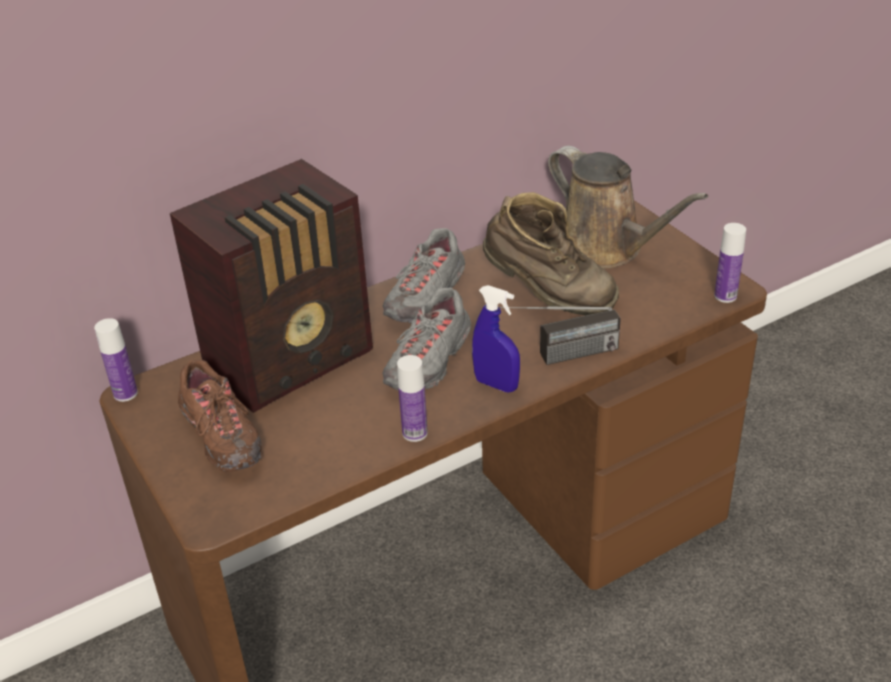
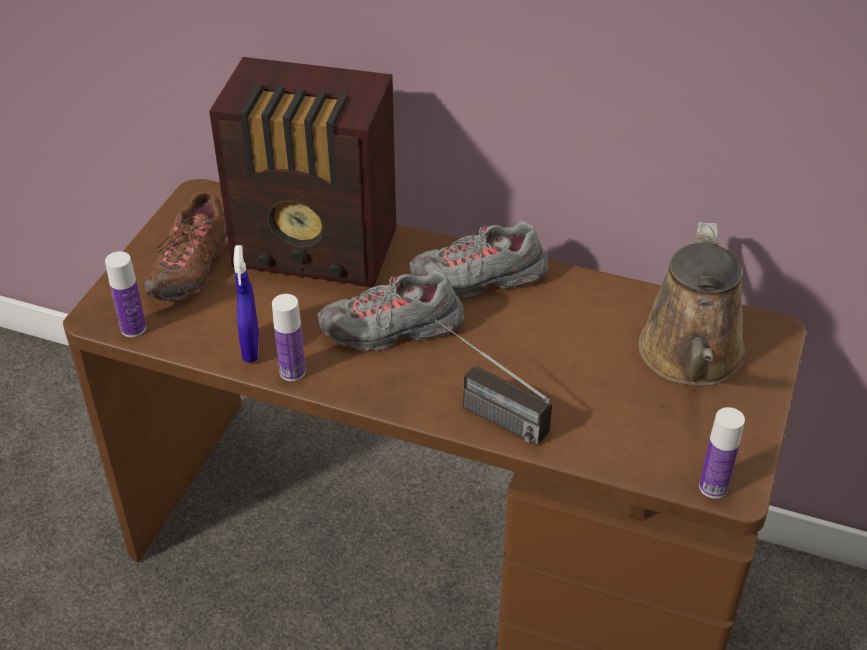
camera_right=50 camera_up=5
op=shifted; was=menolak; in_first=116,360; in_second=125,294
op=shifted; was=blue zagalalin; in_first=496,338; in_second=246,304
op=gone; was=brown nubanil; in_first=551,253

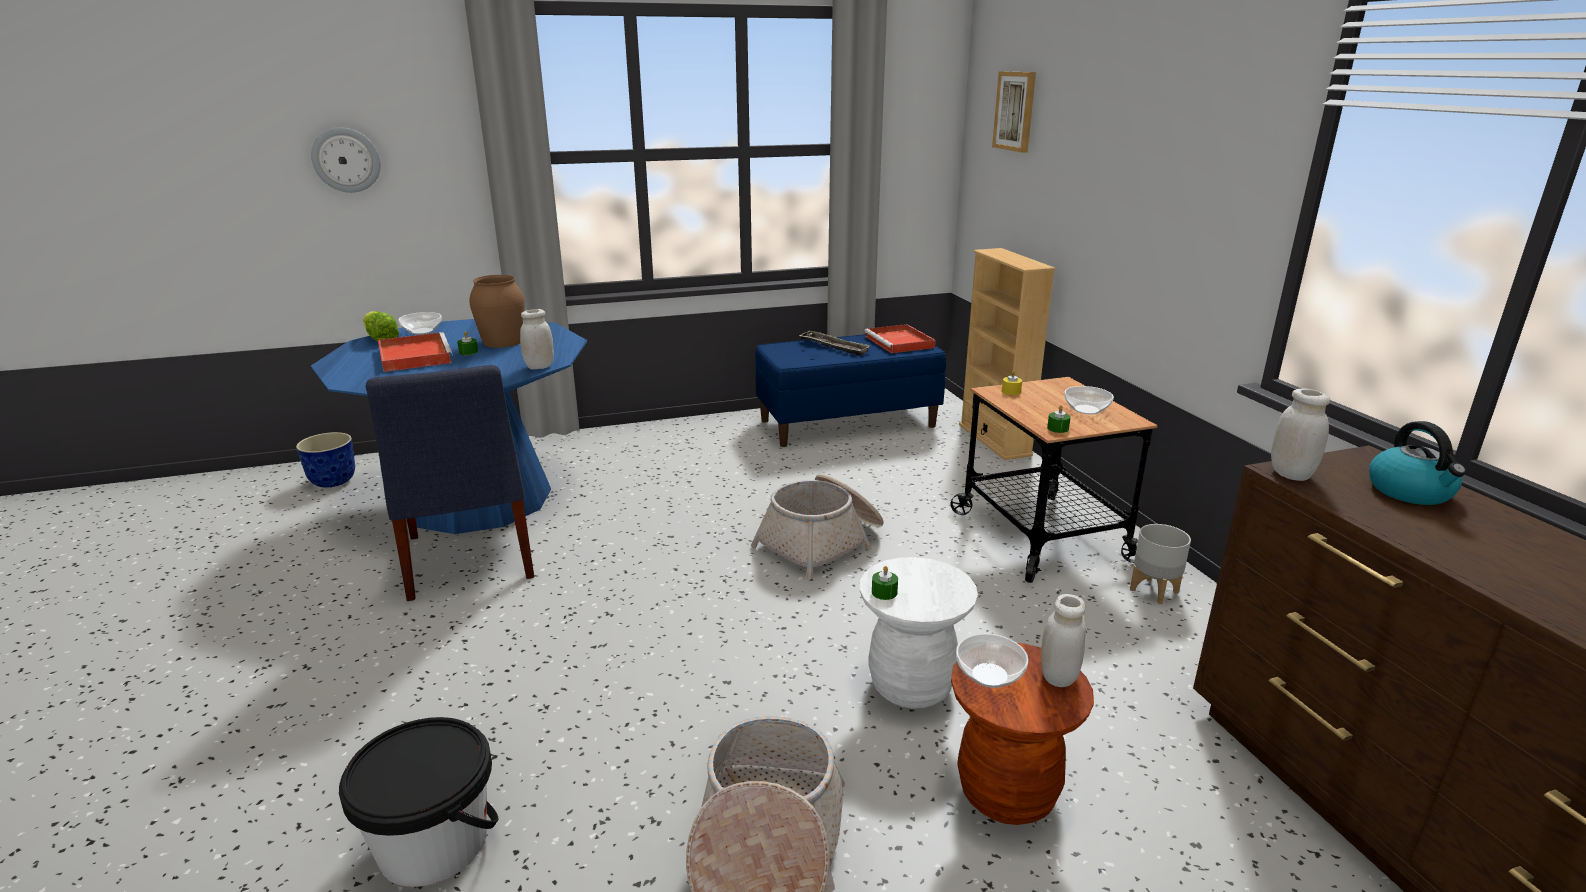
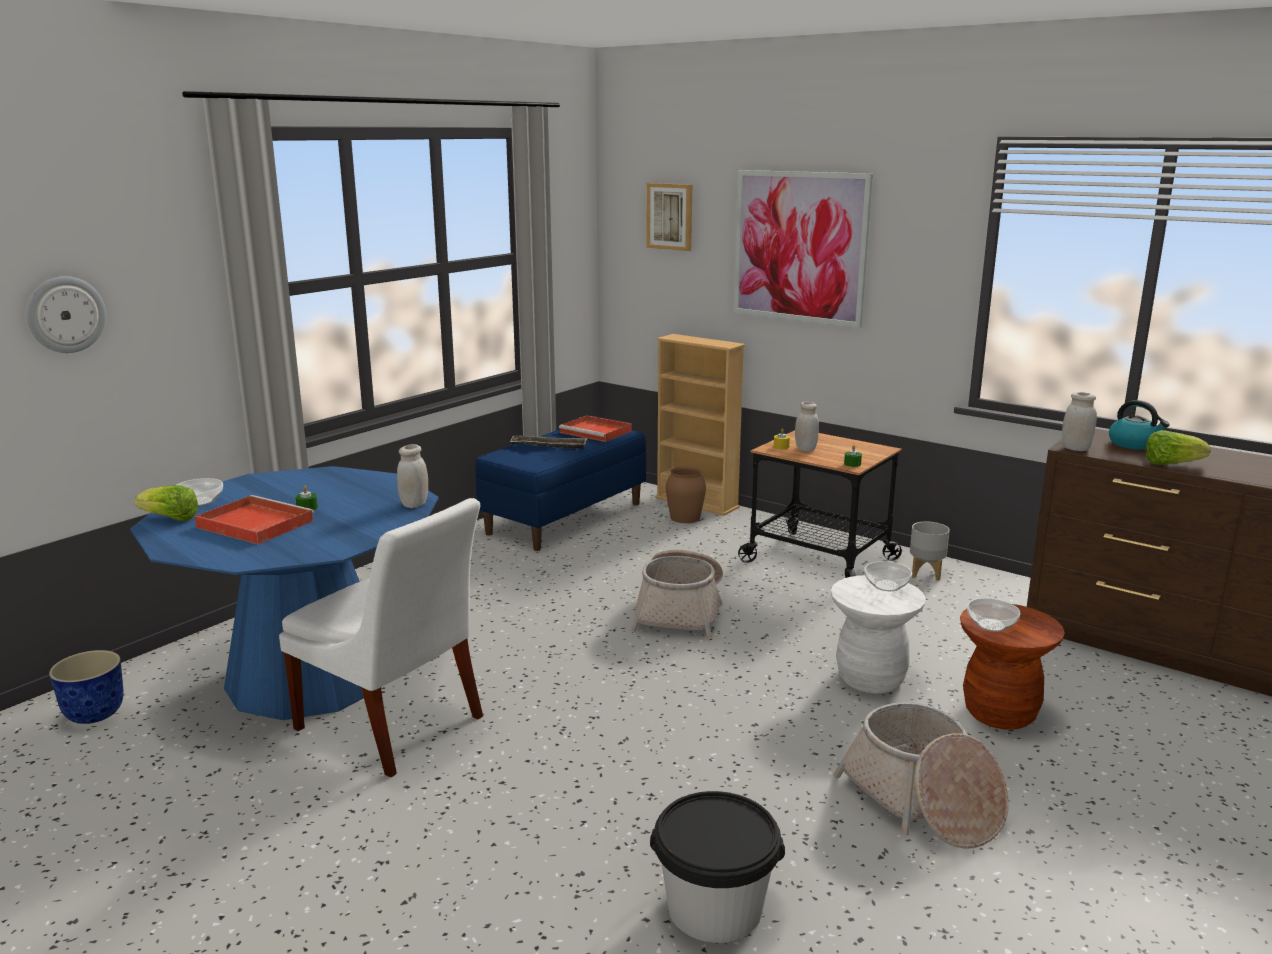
camera_right=-35 camera_up=-5
op=repainted; was=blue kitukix; now=white kitukix; in_first=450,483; in_second=381,637
op=shifted; was=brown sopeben; in_first=497,311; in_second=686,494
op=gone; was=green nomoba; in_first=885,583
op=shifted; was=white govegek; in_first=1063,640; in_second=807,426
op=shifted; was=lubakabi; in_first=1089,400; in_second=888,576
op=new; now=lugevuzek; in_second=803,249
op=new; now=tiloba; in_second=1178,447

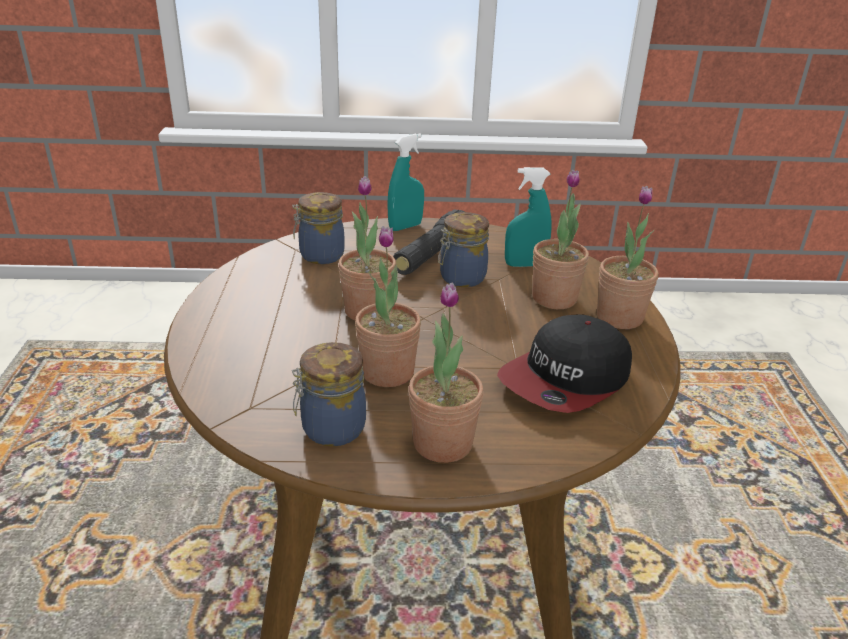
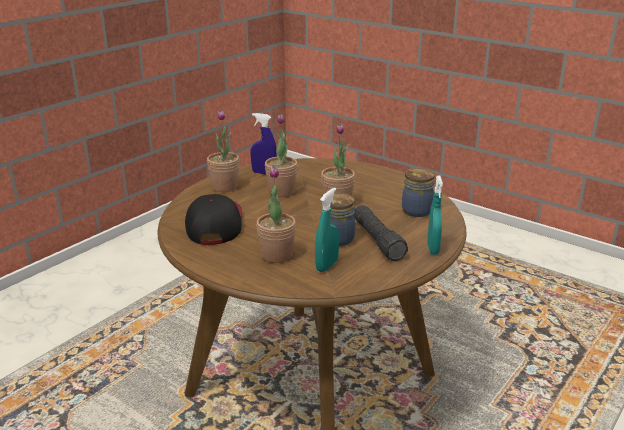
camera_right=130 camera_up=-5
op=swapped; was=govegek; now=blue zagalalin; in_first=329,394; in_second=263,144
op=gone; was=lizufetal; in_first=628,257

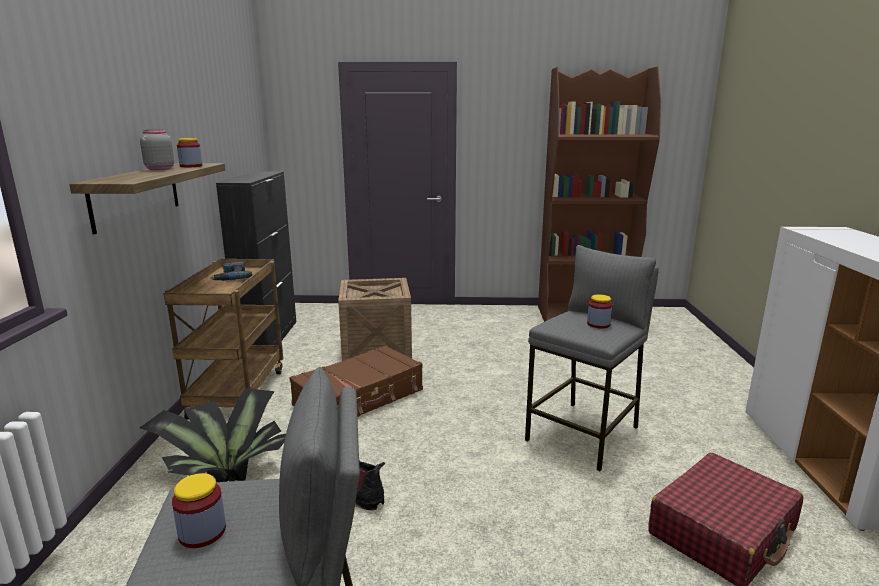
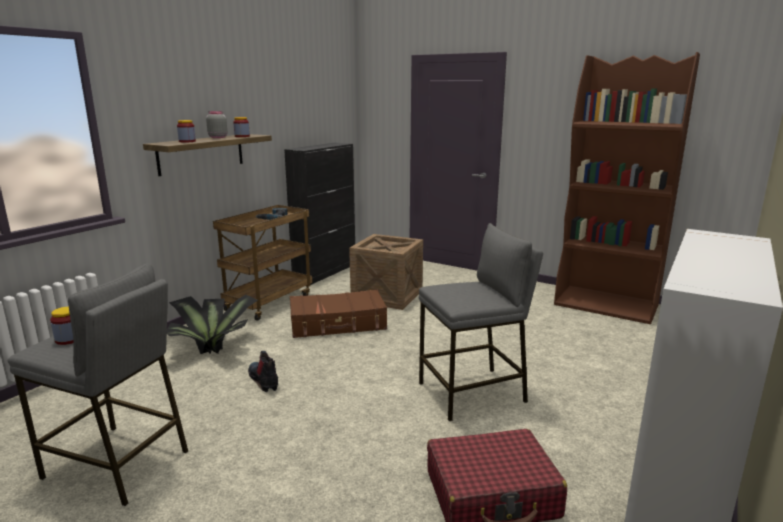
camera_right=30 camera_up=0
op=shifted; was=govegek; in_first=599,311; in_second=186,131

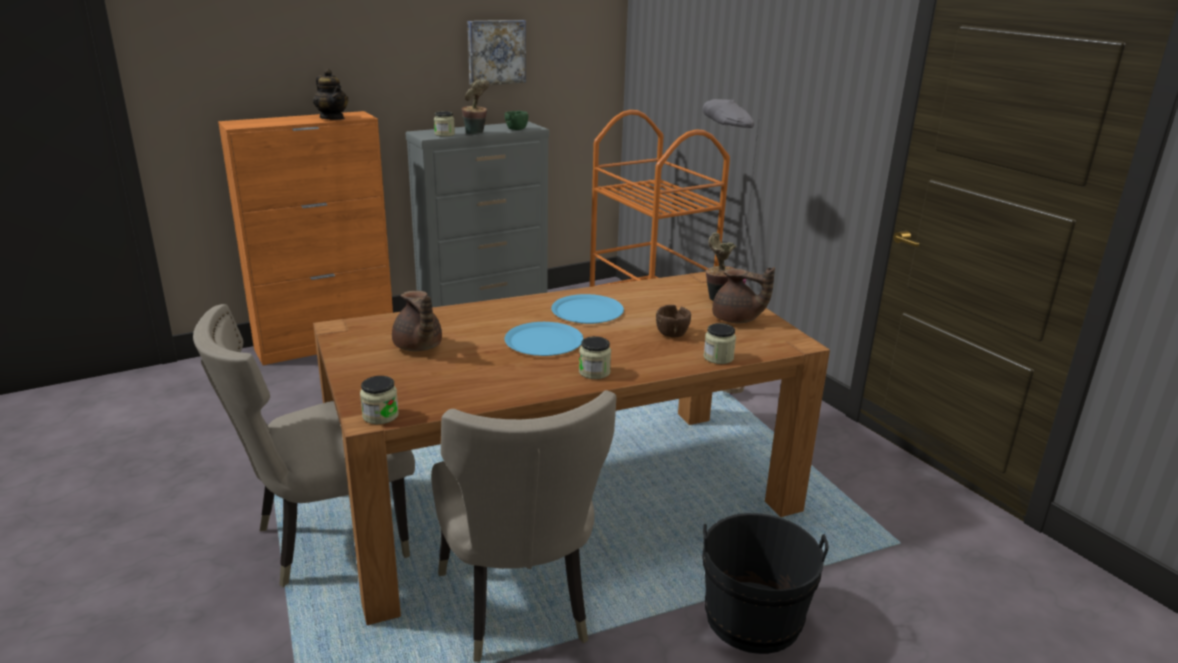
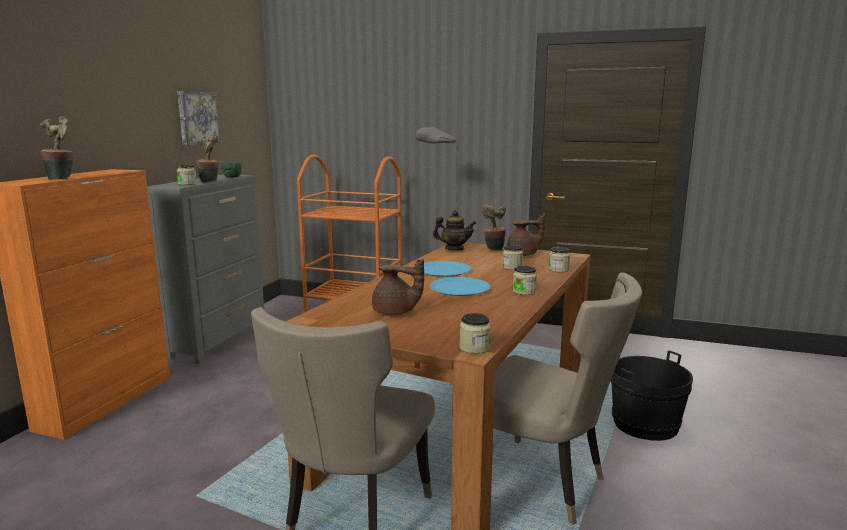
camera_right=-40 camera_up=-10
op=shifted; was=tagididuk; in_first=331,94; in_second=454,230
op=swapped; was=brown lubakabi; now=govegek; in_first=673,321; in_second=512,257
op=new; now=lizufetal; in_second=56,148

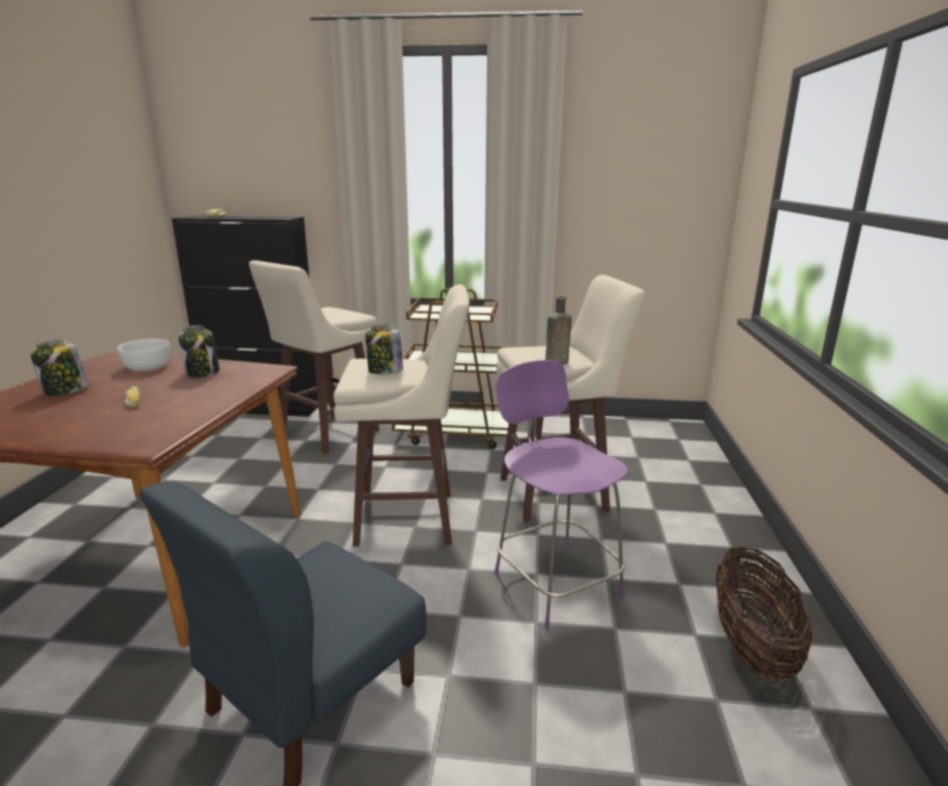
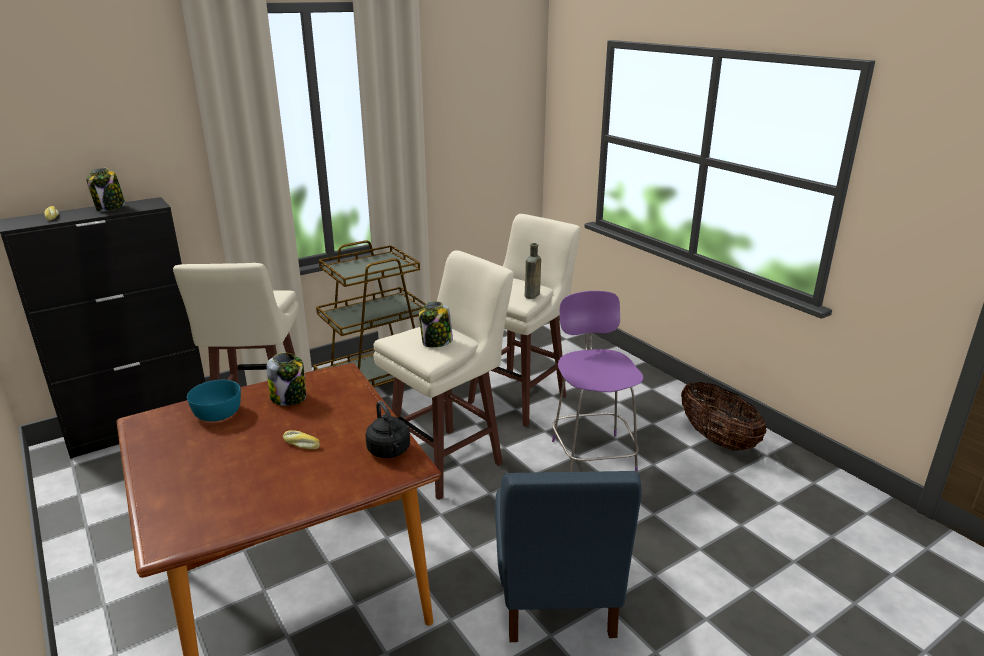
camera_right=-40 camera_up=5
op=shifted; was=govegek; in_first=59,368; in_second=106,190
op=repainted; was=white lubakabi; now=turquoise lubakabi; in_first=143,355; in_second=214,401
op=rotated; was=purple kitukix; in_first=561,494; in_second=597,381; clockwise=60
op=new; now=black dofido; in_second=387,429

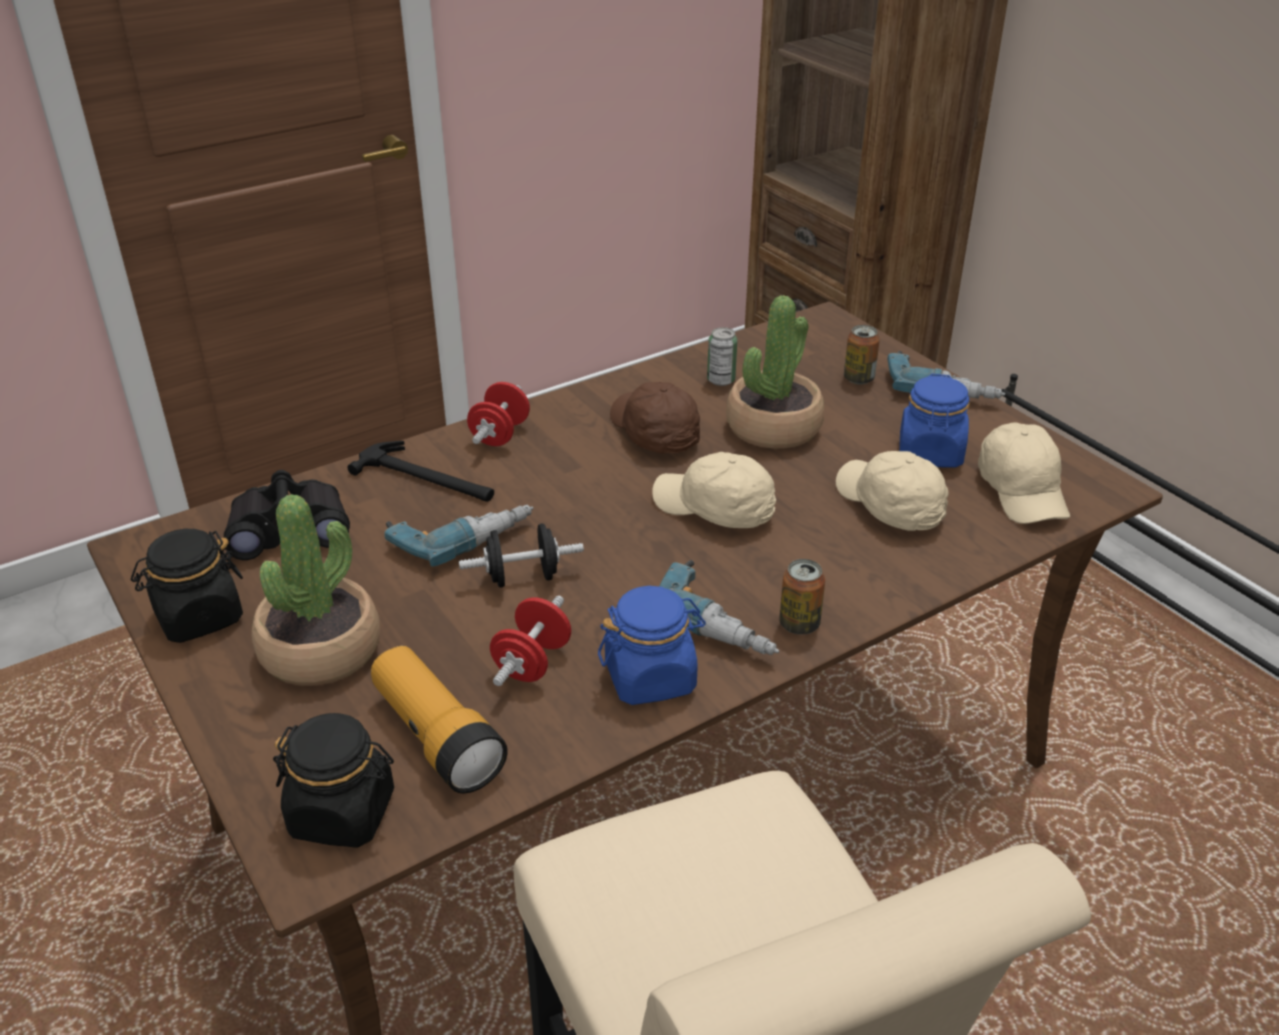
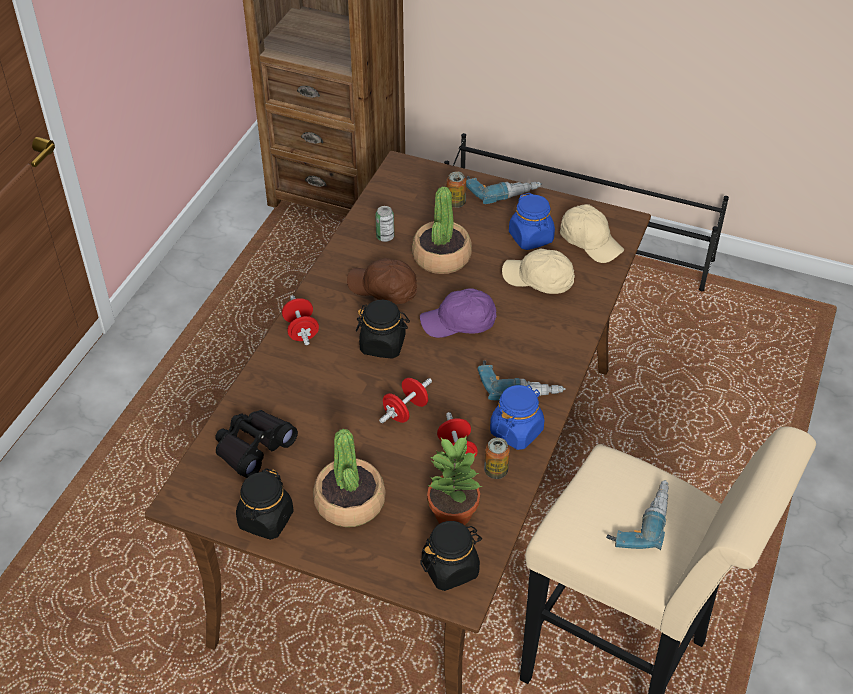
camera_right=-35 camera_up=10
op=gone; was=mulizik; in_first=420,471
op=swapped; was=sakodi; now=lizufetal; in_first=439,719; in_second=454,480
op=shifted; was=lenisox; in_first=459,536; in_second=637,515
op=repainted; was=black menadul; now=red menadul; in_first=521,555; in_second=405,400
op=repainted; was=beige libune; now=purple libune; in_first=714,490; in_second=458,313
op=shifted; was=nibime; in_first=802,597; in_second=497,458
op=new; now=black govegek; in_second=383,329

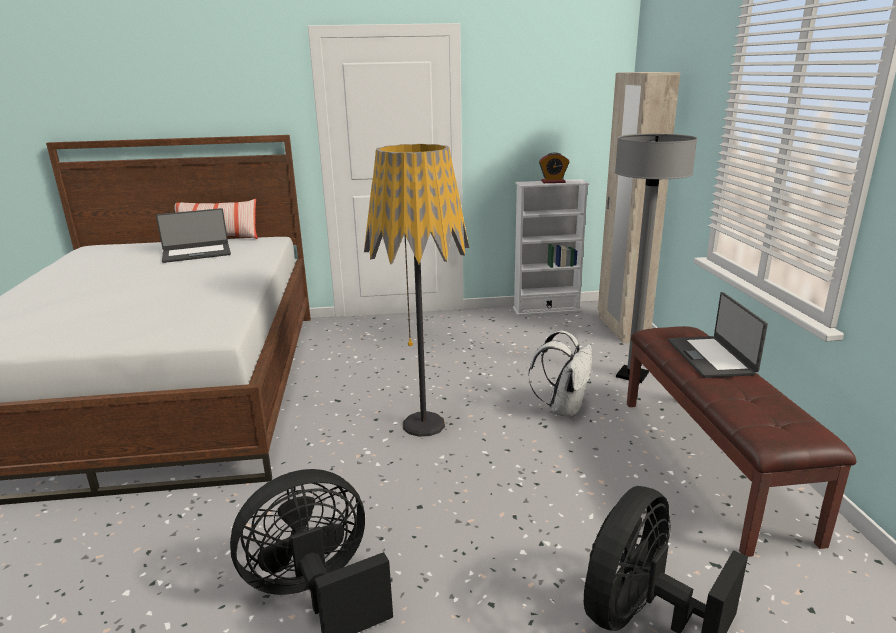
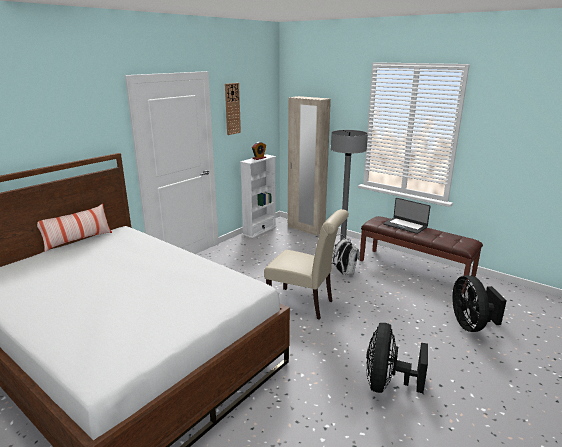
camera_right=-45 camera_up=0
op=gone; was=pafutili; in_first=193,235
op=swapped; was=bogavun; now=beige kitukix; in_first=416,290; in_second=306,264
op=new; now=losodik; in_second=233,109

